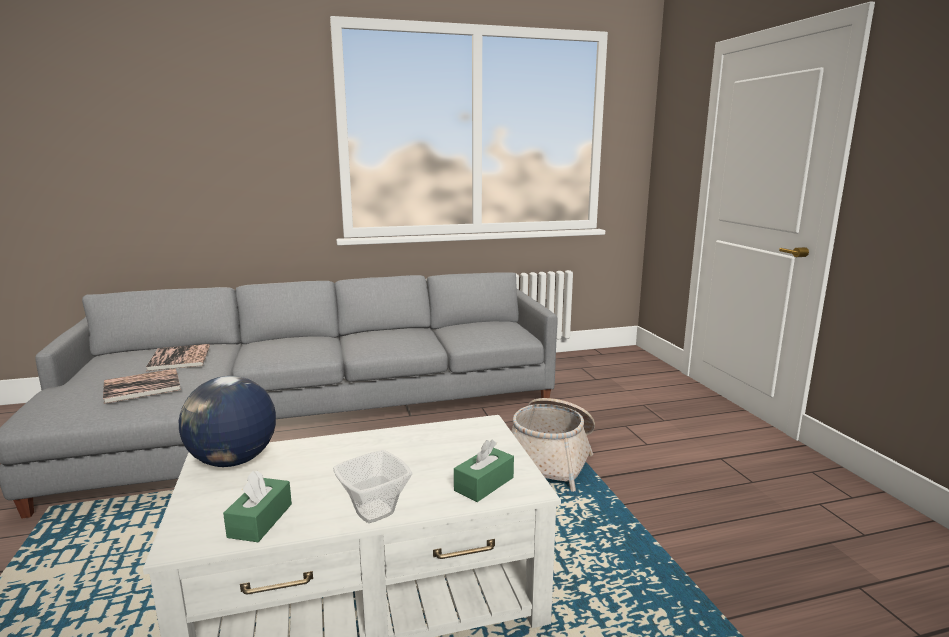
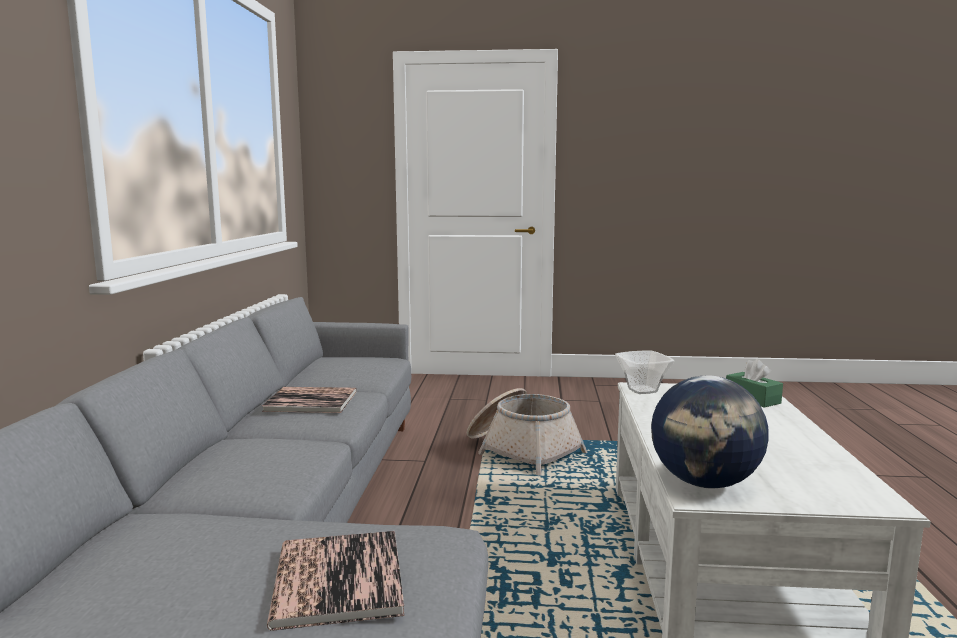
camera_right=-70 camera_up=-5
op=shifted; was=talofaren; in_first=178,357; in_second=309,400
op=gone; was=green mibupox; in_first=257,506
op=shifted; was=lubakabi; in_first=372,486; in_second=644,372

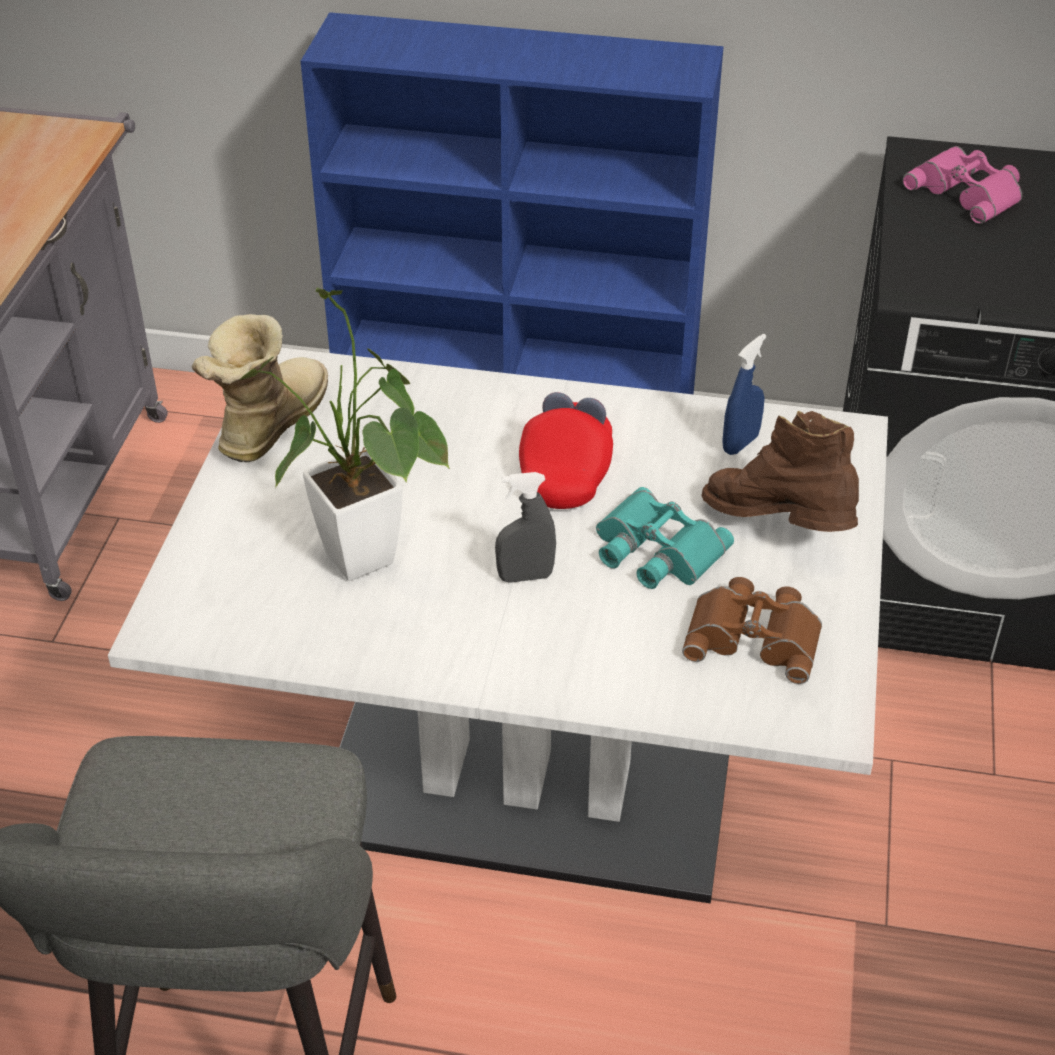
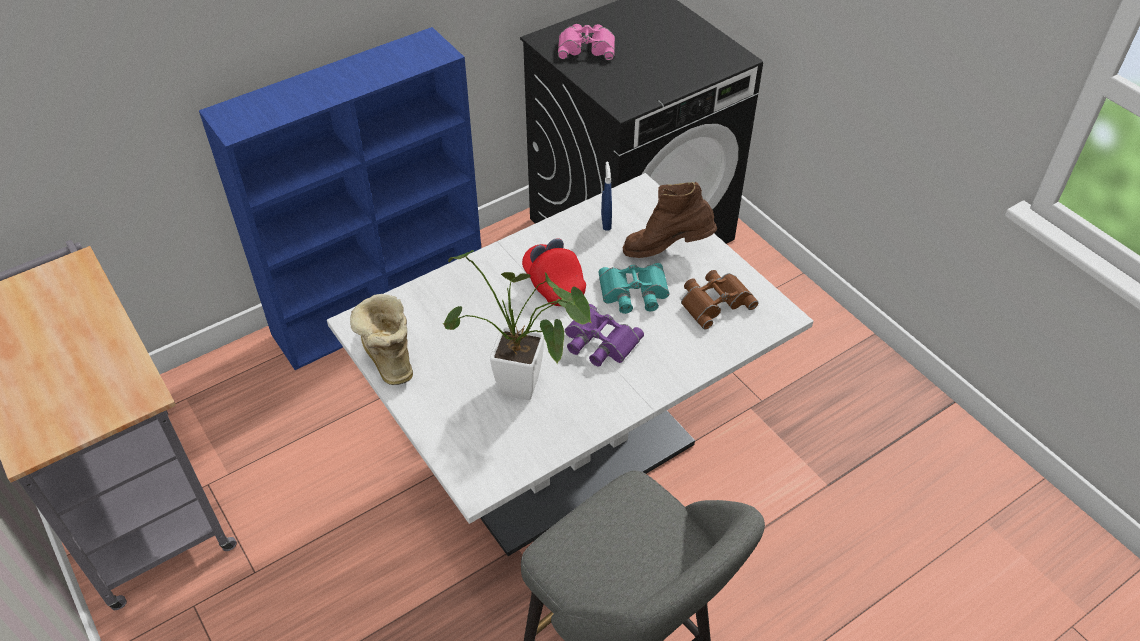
camera_right=-45 camera_up=5
op=swapped; was=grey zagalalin; now=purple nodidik; in_first=525,527; in_second=604,335

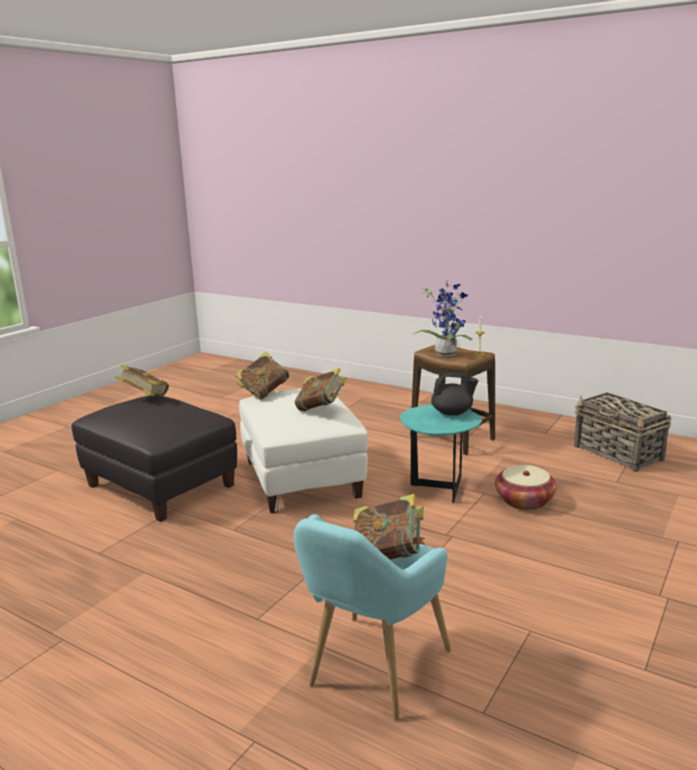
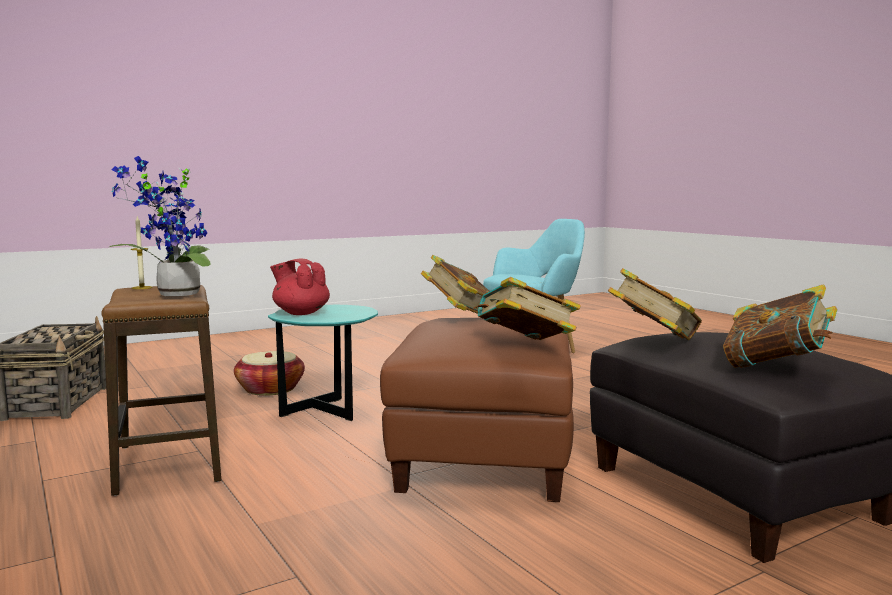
camera_right=-155 camera_up=-10
op=repainted; was=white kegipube; now=brown kegipube; in_first=303,451; in_second=477,410
op=shifted; was=talofaren; in_first=389,526; in_second=655,304
op=repainted; was=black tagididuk; now=red tagididuk; in_first=454,394; in_second=300,286

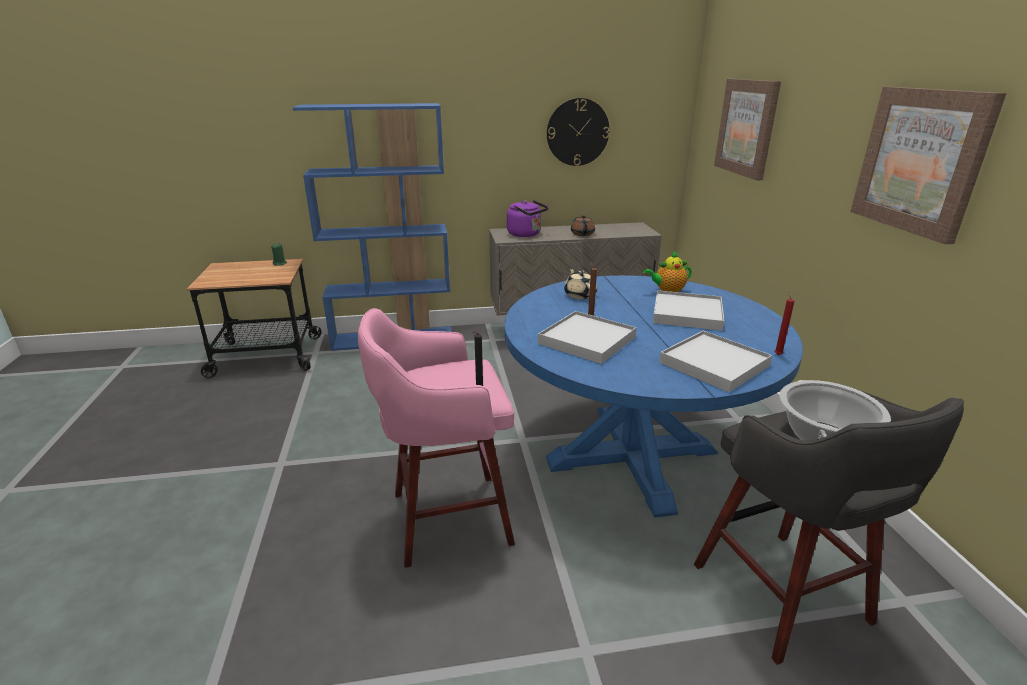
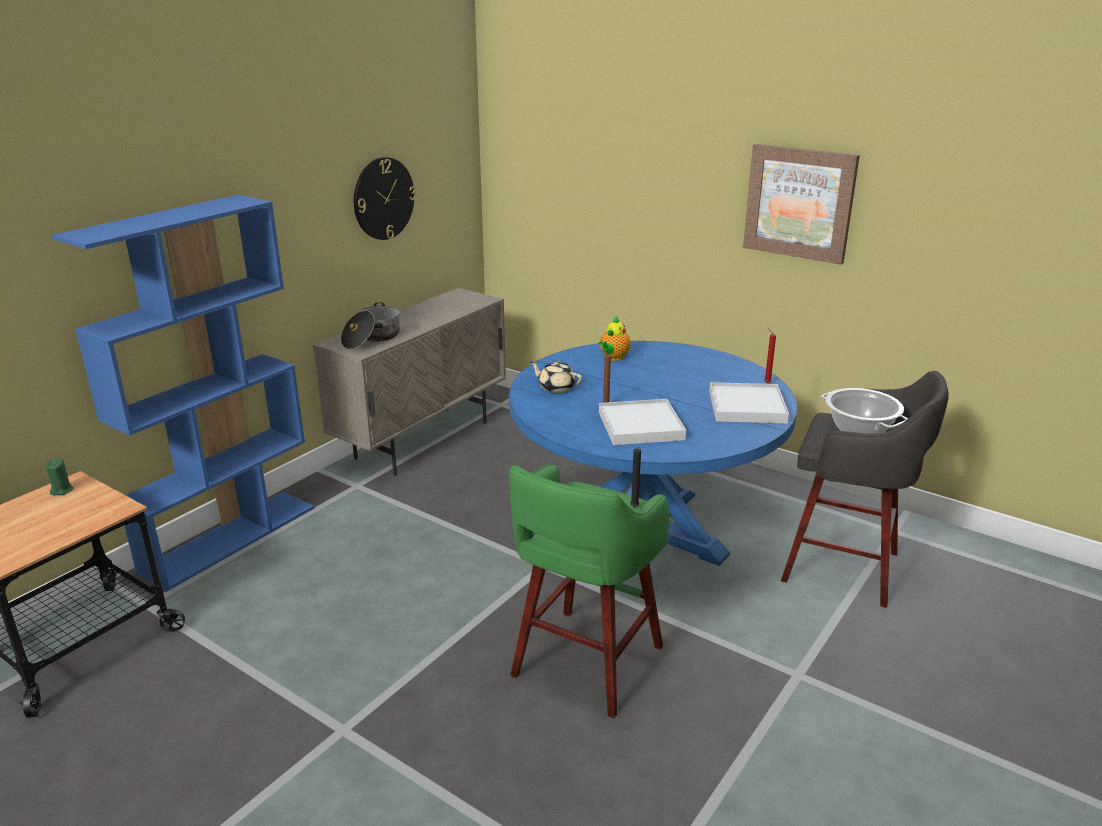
camera_right=-45 camera_up=0
op=repainted; was=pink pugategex; now=green pugategex; in_first=436,438; in_second=589,590
op=swapped; was=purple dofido; now=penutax; in_first=527,218; in_second=370,325
op=gone; was=brown tagididuk; in_first=583,225
op=gone; was=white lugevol; in_first=688,310
op=gone; was=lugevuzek; in_first=747,130

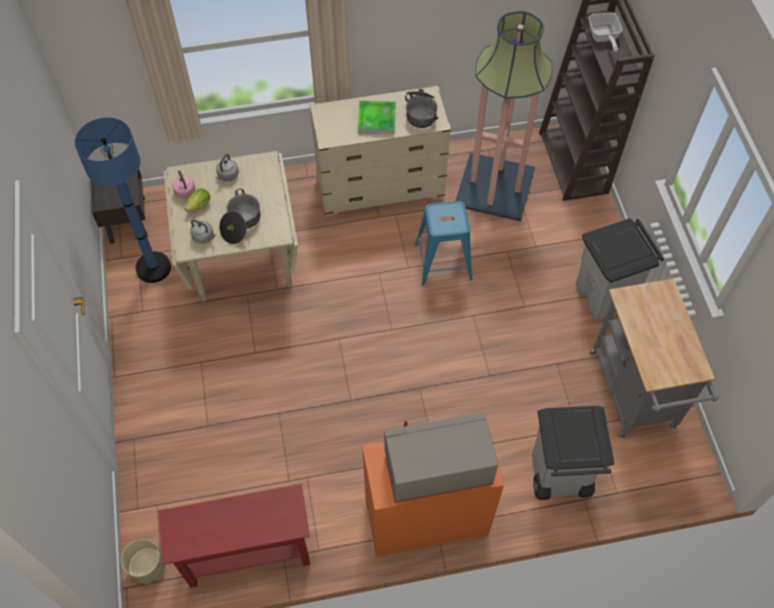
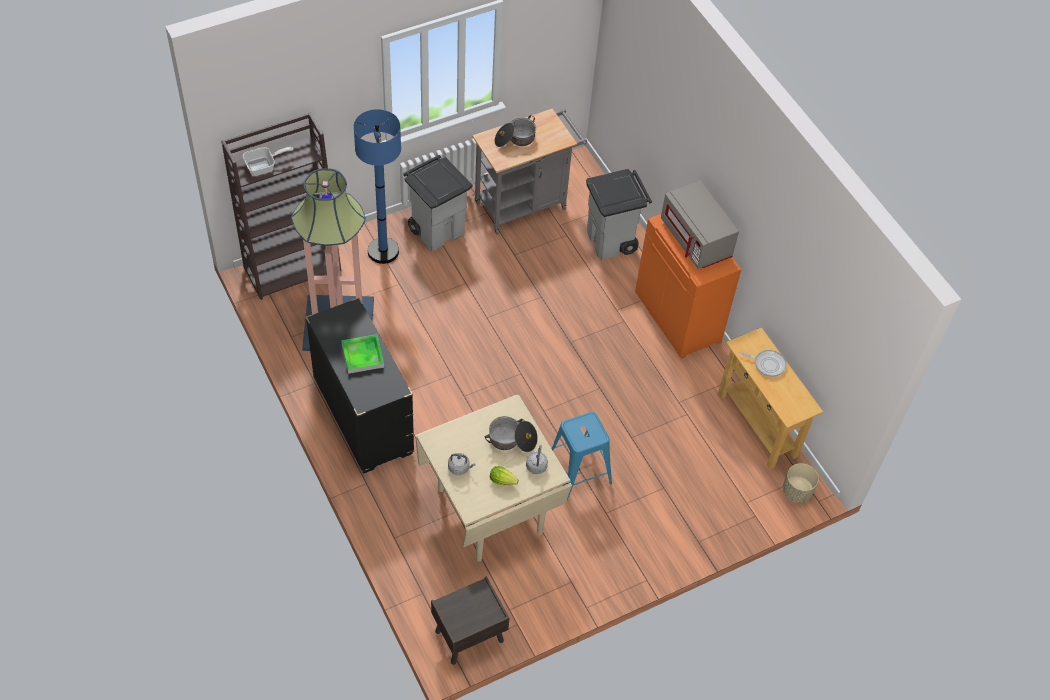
camera_right=-110 camera_up=-5
op=shifted; was=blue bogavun; in_first=123,200; in_second=377,186
op=repainted; was=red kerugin; now=beige kerugin; in_first=234,536; in_second=770,398
op=gone; was=pink dofido; in_first=183,184
op=repainted; was=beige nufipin; now=black nufipin; in_first=380,151; in_second=360,385
op=shifted; was=penutax; in_first=422,108; in_second=515,131
op=shifted; was=blue pugategex; in_first=443,243; in_second=582,456
op=new; now=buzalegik; in_second=762,363

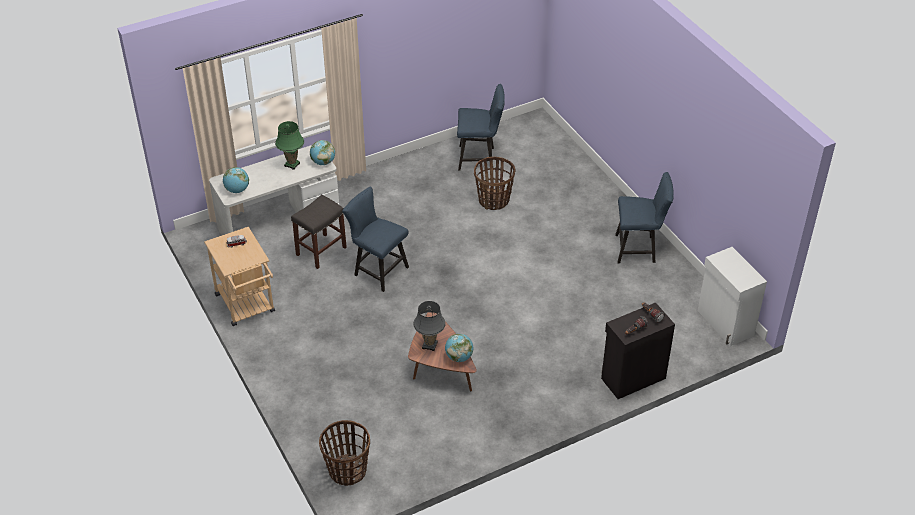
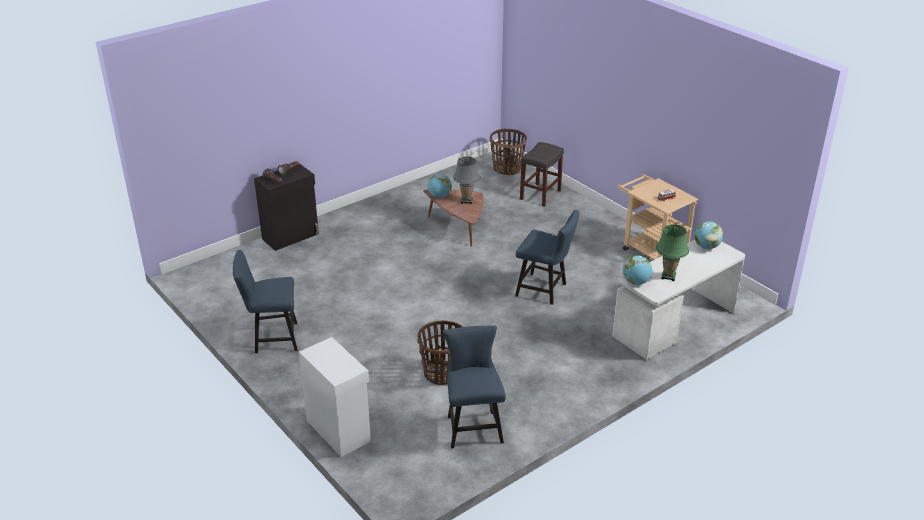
camera_right=170 camera_up=-10
op=shifted; was=grey pugategex; in_first=319,232; in_second=542,174
op=rotated; was=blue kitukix; in_first=481,127; in_second=474,387; clockwise=90
op=shifted; was=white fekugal; in_first=732,296; in_second=335,397

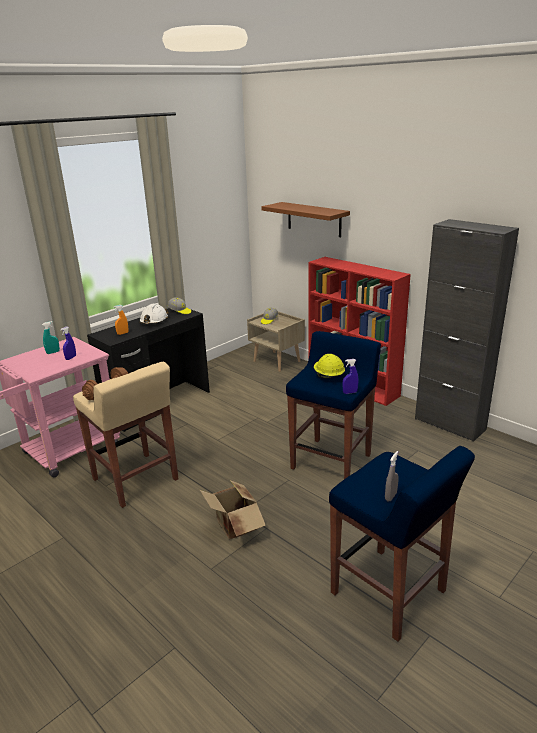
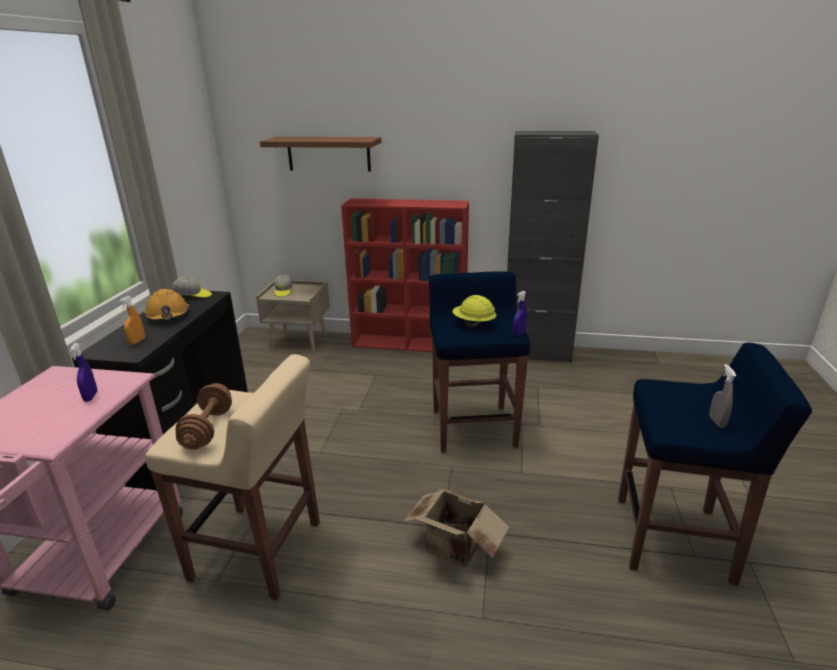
camera_right=-35 camera_up=0
op=gone; was=turquoise zagalalin; in_first=51,337
op=repainted; was=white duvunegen; now=orange duvunegen; in_first=153,313; in_second=167,305

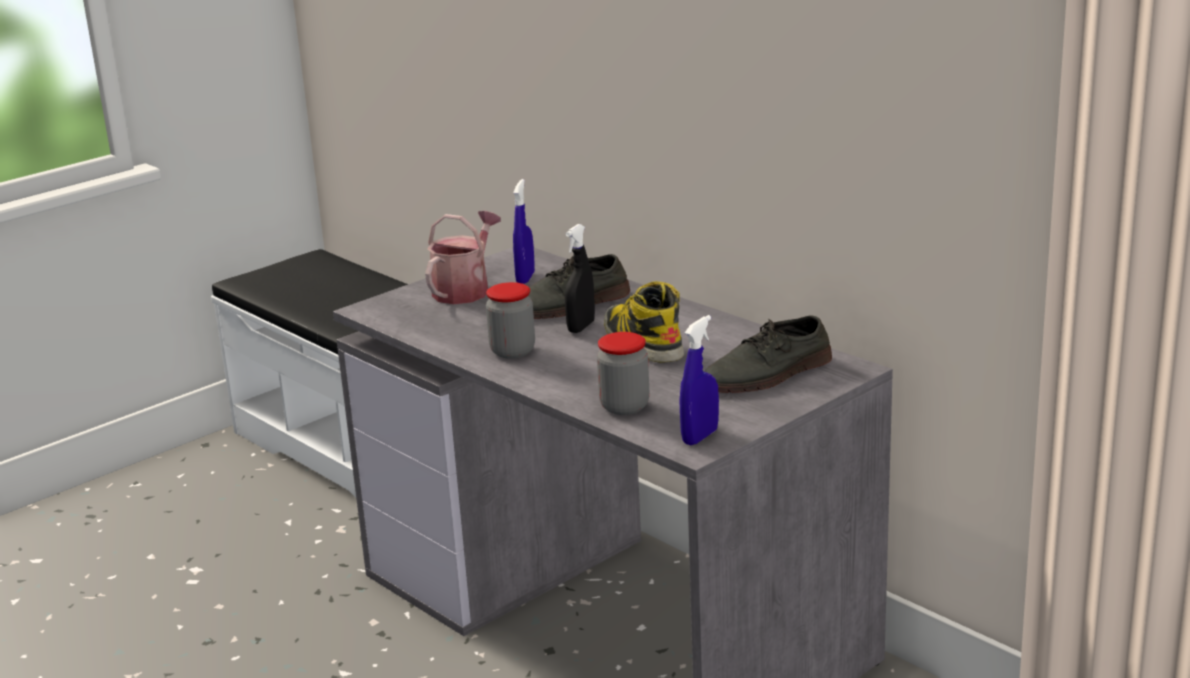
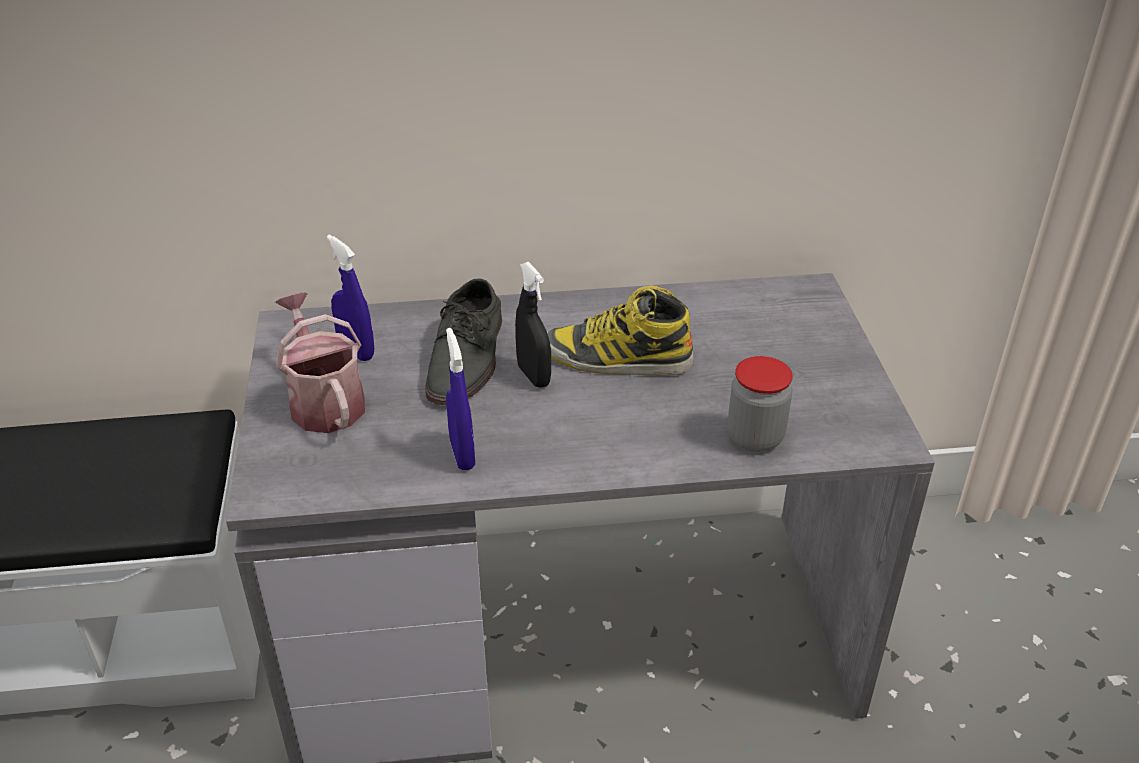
camera_right=-55 camera_up=15
op=gone; was=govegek; in_first=510,320
op=shifted; was=blue zagalalin; in_first=699,380; in_second=460,399
op=gone; was=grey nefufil; in_first=768,354

